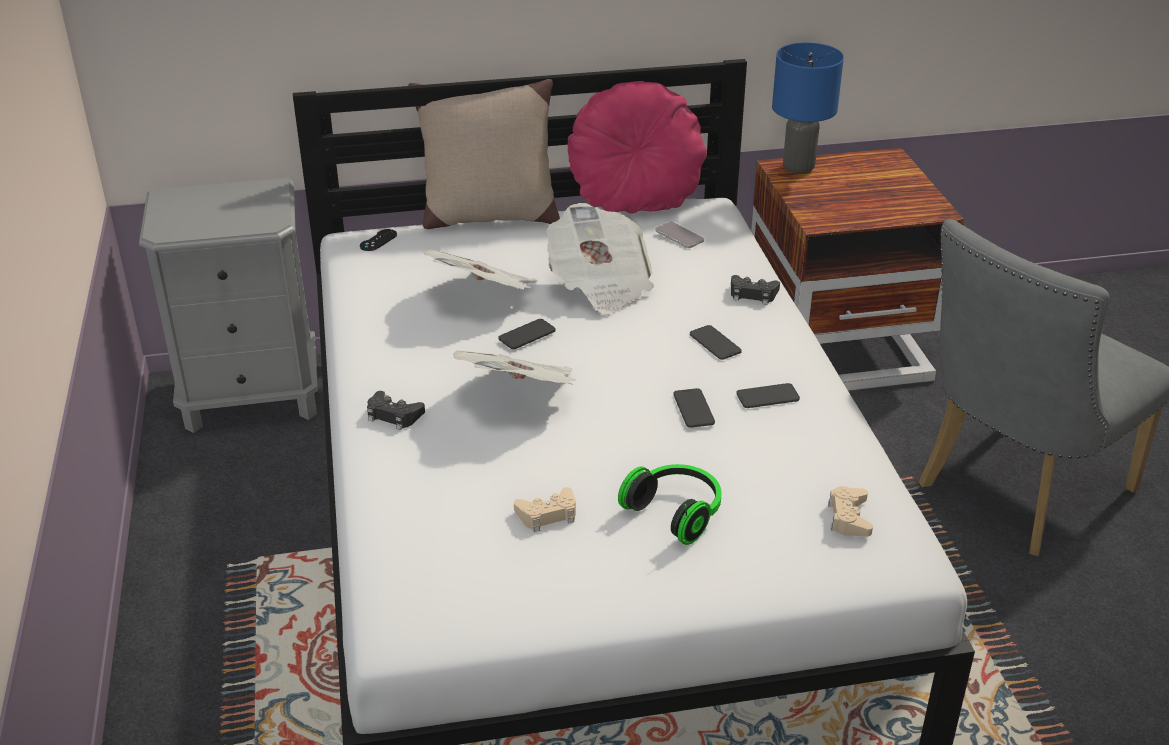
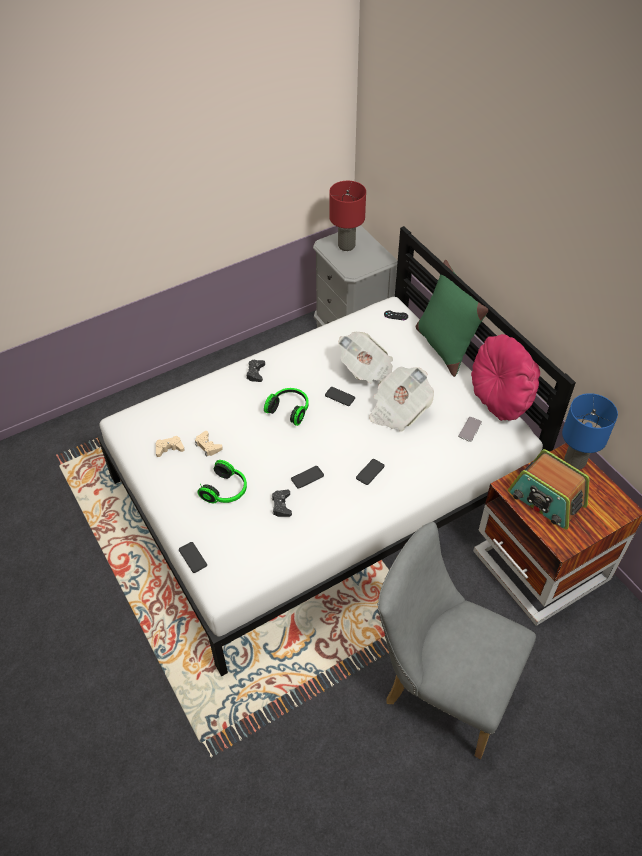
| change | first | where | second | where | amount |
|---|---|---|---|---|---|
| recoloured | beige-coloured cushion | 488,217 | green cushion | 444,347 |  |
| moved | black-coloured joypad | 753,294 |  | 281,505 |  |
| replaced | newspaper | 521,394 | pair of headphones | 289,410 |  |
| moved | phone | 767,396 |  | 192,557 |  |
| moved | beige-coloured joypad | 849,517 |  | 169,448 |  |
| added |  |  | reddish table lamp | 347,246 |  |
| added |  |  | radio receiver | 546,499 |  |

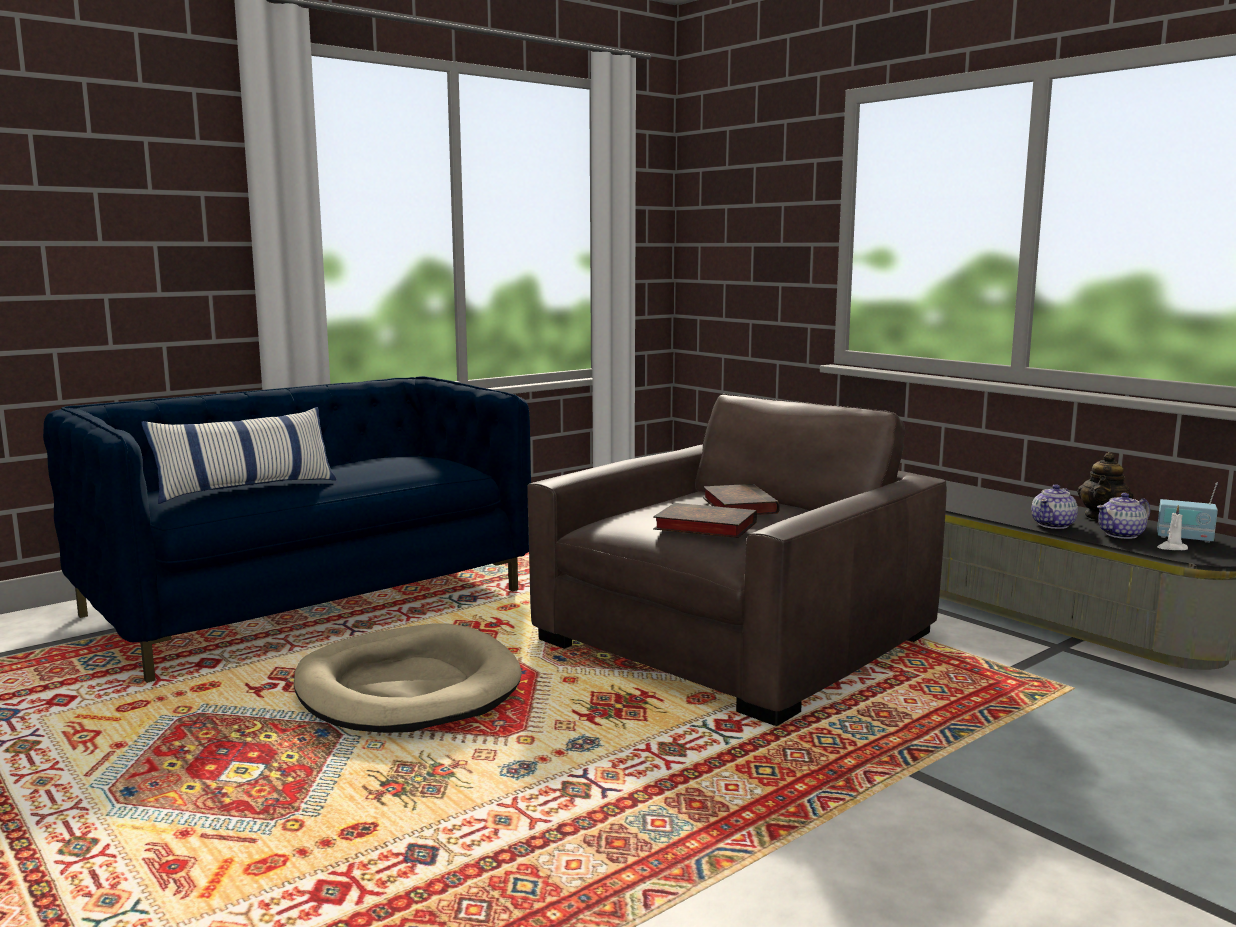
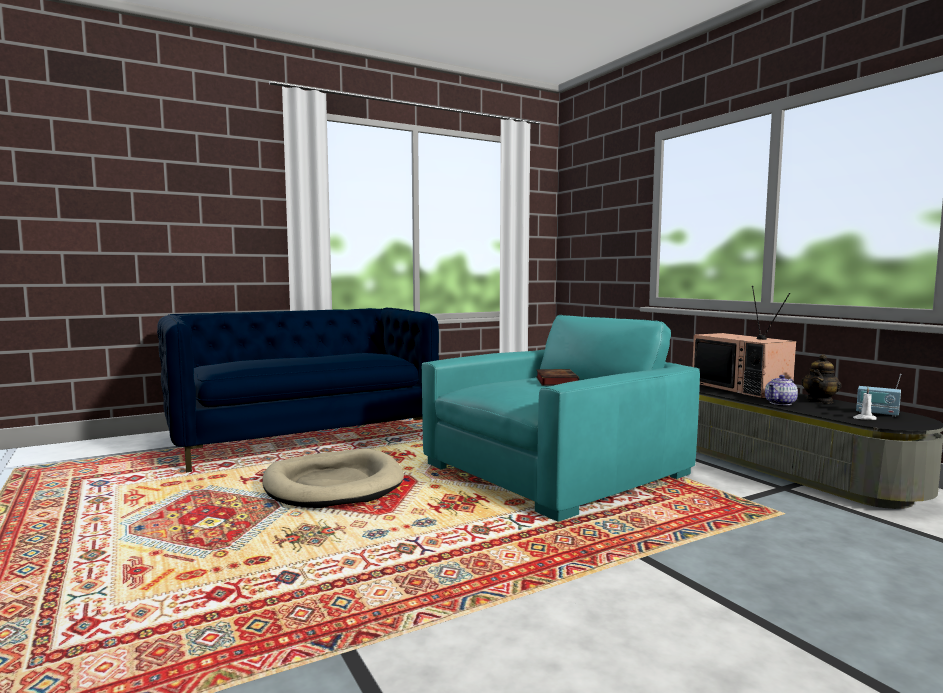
| change | first | where | second | where | amount |
|---|---|---|---|---|---|
| recoloured | brown-coloured lounge chair | 734,637 | turquoise lounge chair | 554,469 |  |
| removed | cushion | 245,488 |  |  |  |
| removed | teapot | 1121,534 |  |  |  |
| removed | volume | 702,527 |  |  |  |
| added |  |  | TV set | 742,389 |  |

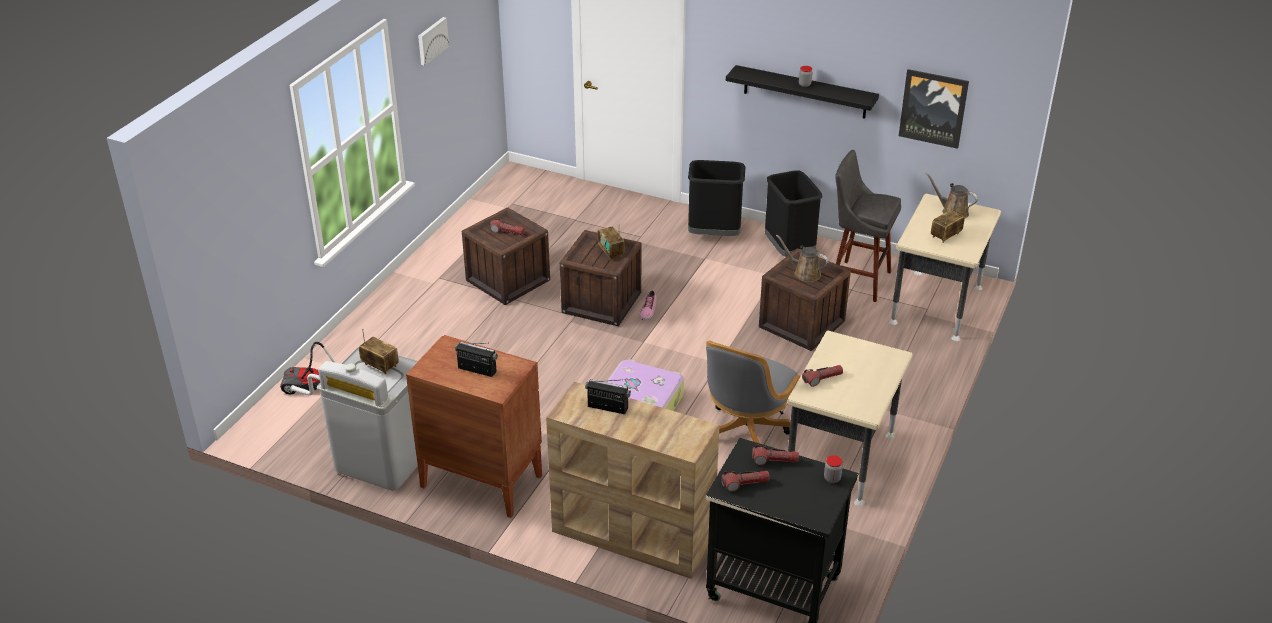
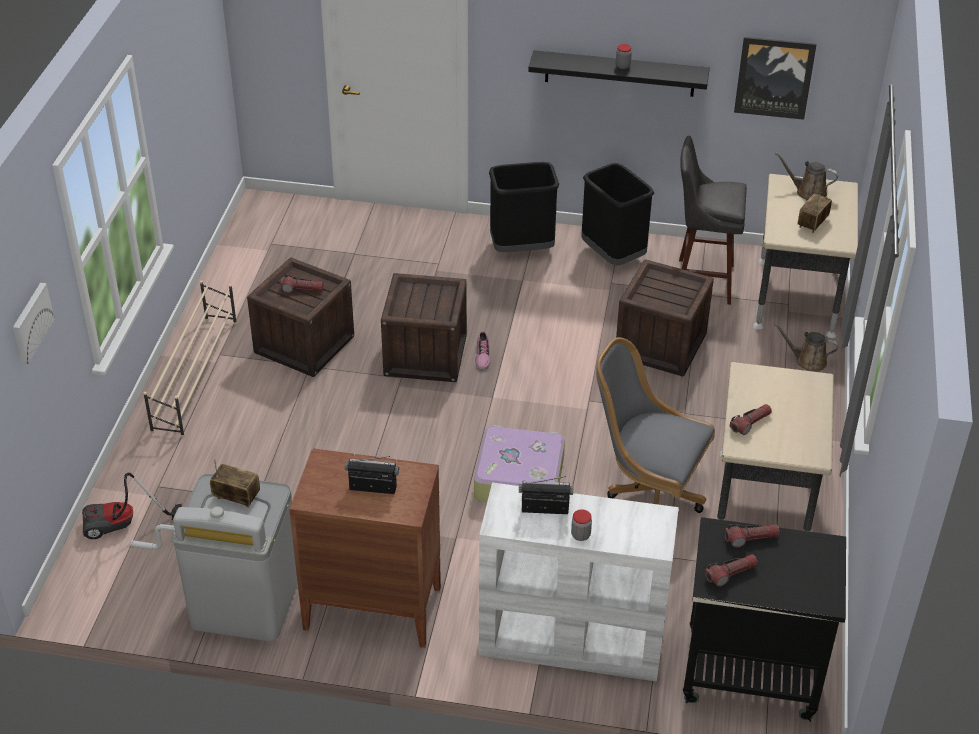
| change | first | where | second | where | amount |
|---|---|---|---|---|---|
| moved | wall art | 431,40 |  | 30,322 |  |
| removed | radio receiver | 611,251 |  |  |  |
| moved | brown-coloured watering can | 804,273 |  | 807,361 |  |
| turned | grey computer chair | 744,433 |  | 648,491 | 105 degrees clockwise |
| recoloured | brown-coloured shelving unit | 632,536 | white shelving unit | 571,642 |  |
| moved | preserve jar | 832,478 |  | 580,535 |  |
| added |  |  | beige-coloured shoe stand | 196,375 |  |

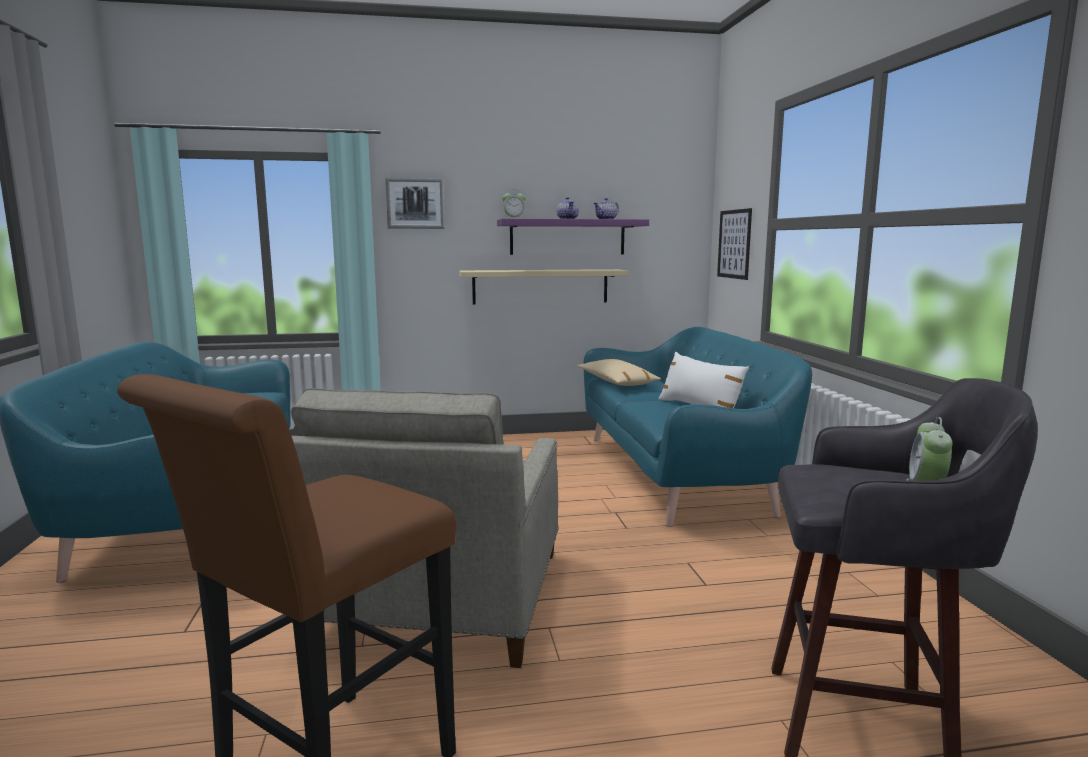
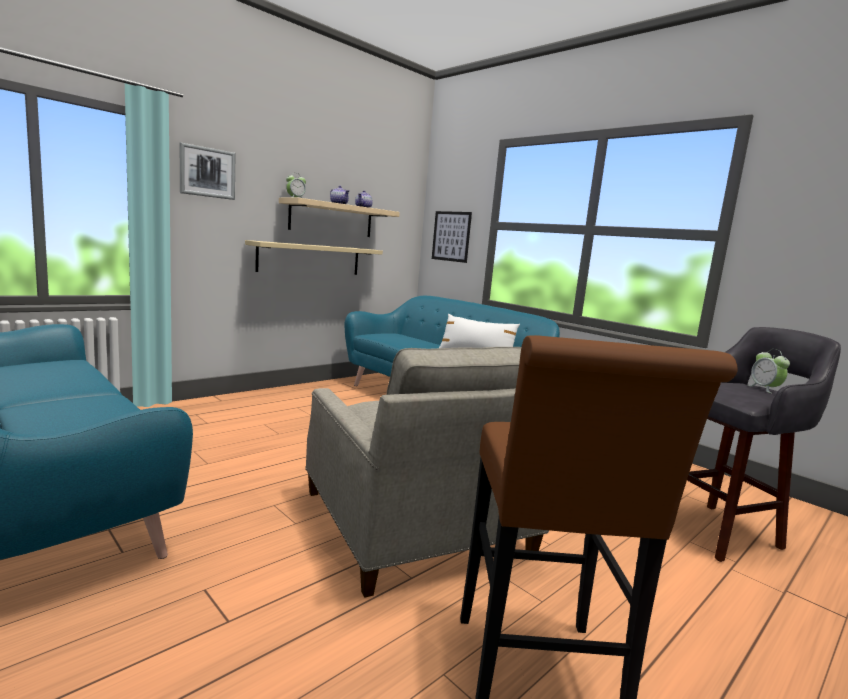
| change | first | where | second | where | amount |
|---|---|---|---|---|---|
| recoloured | purple bracket shelf | 567,237 | beige-coloured bracket shelf | 331,219 |  |
| removed | beige-coloured cushion | 616,382 |  |  |  |

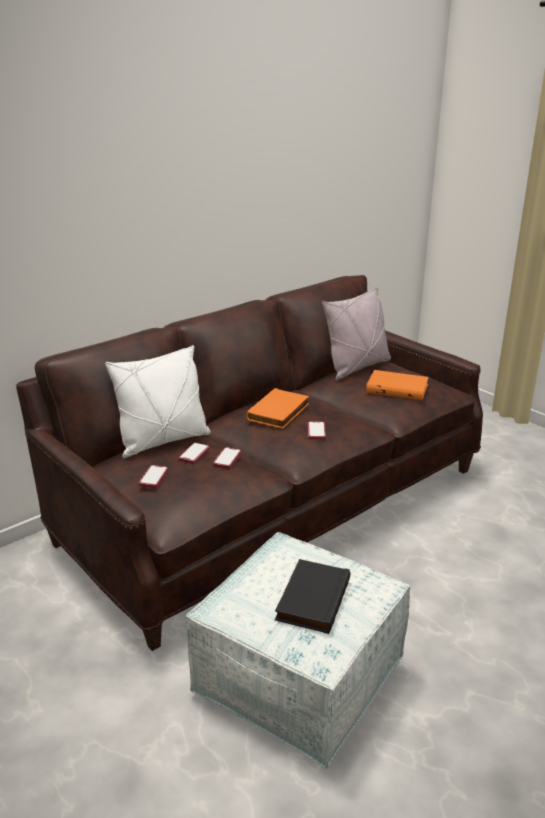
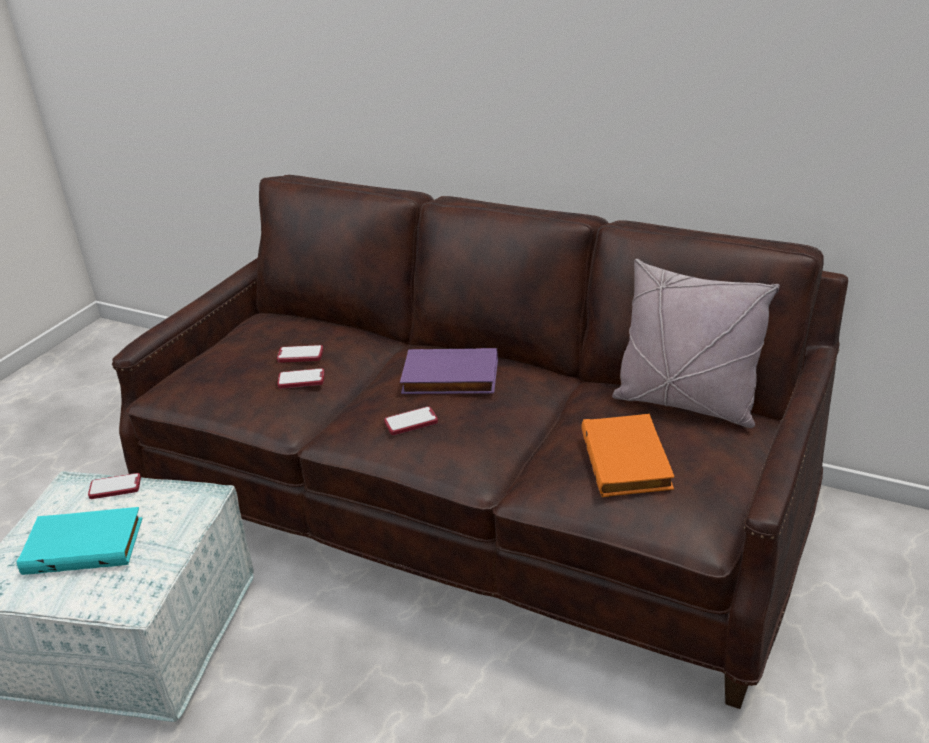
| change | first | where | second | where | amount |
|---|---|---|---|---|---|
| removed | white cushion | 163,441 |  |  |  |
| recoloured | orangey volume | 279,412 | purple volume | 449,378 |  |
| moved | phone | 153,477 |  | 115,487 |  |
| recoloured | black-coloured volume | 311,598 | turquoise volume | 85,544 |  |

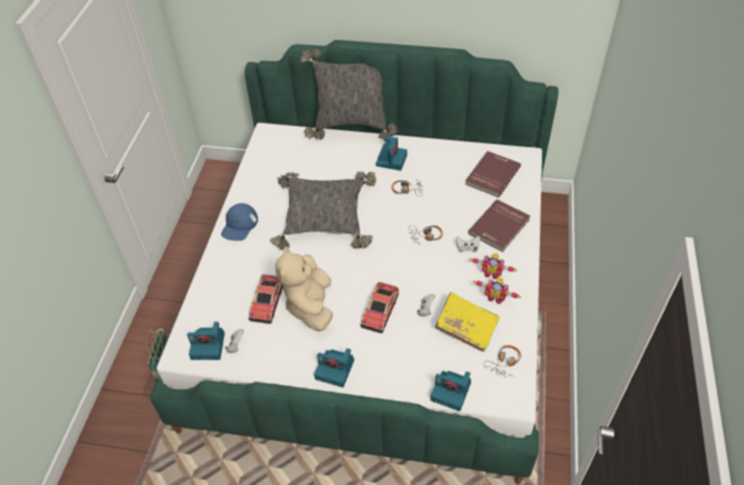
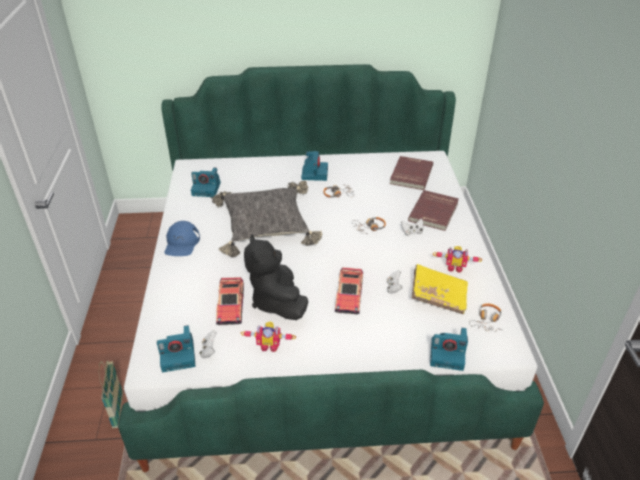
| change | first | where | second | where | amount |
|---|---|---|---|---|---|
| removed | cushion | 352,130 |  |  |  |
| recoloured | beige-coloured soft toy | 310,305 | black-coloured soft toy | 277,301 |  |
| moved | model robot | 492,273 |  | 269,345 |  |
| moved | still camera | 336,369 |  | 207,189 |  |

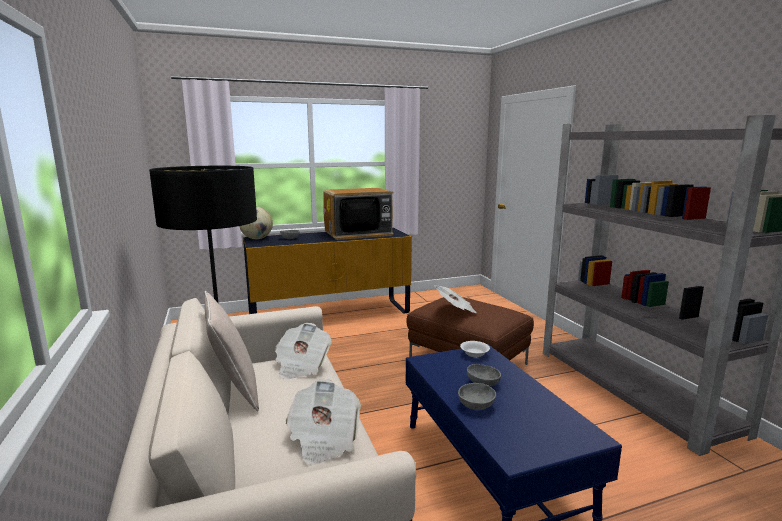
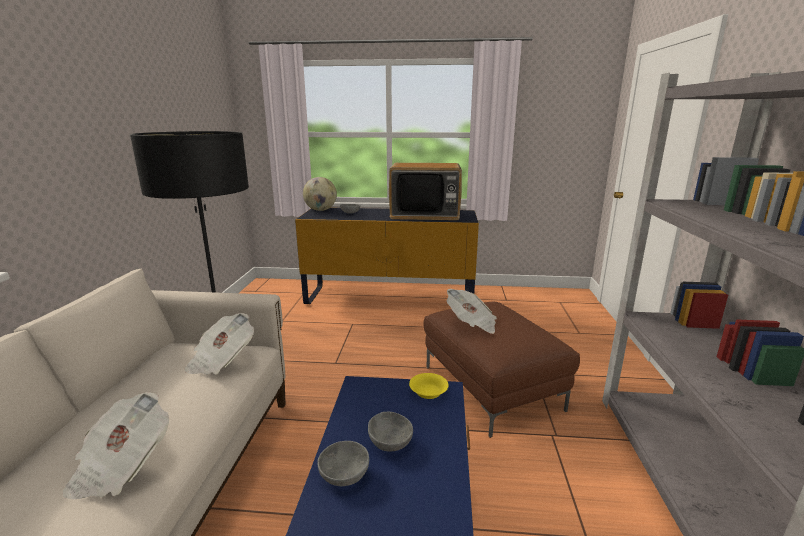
| change | first | where | second | where | amount |
|---|---|---|---|---|---|
| removed | beige-coloured cushion | 234,392 |  |  |  |
| recoloured | white bowl | 474,354 | yellow-coloured bowl | 428,393 |  |

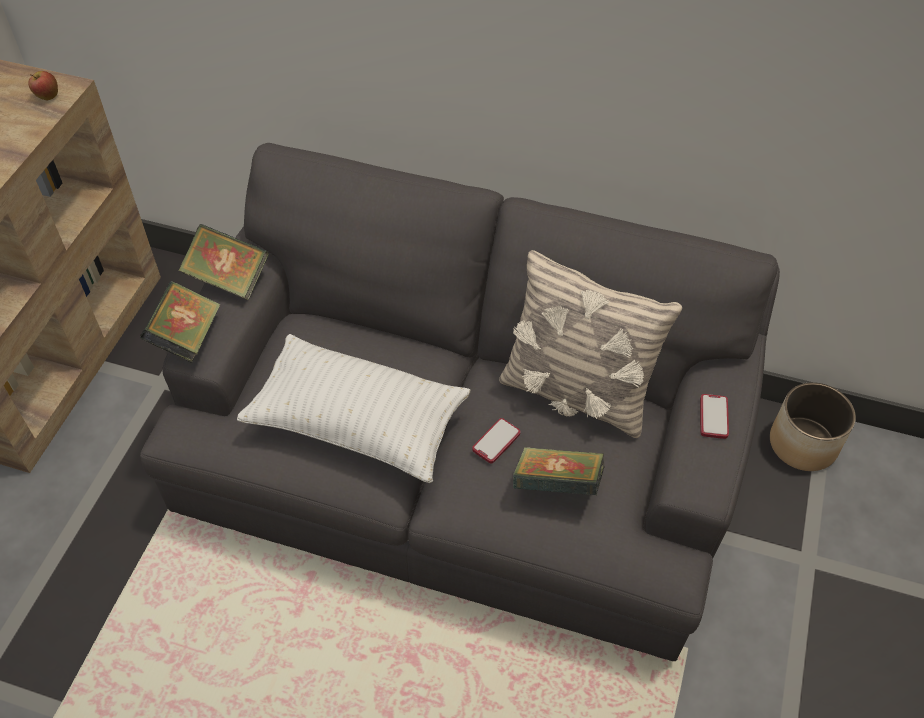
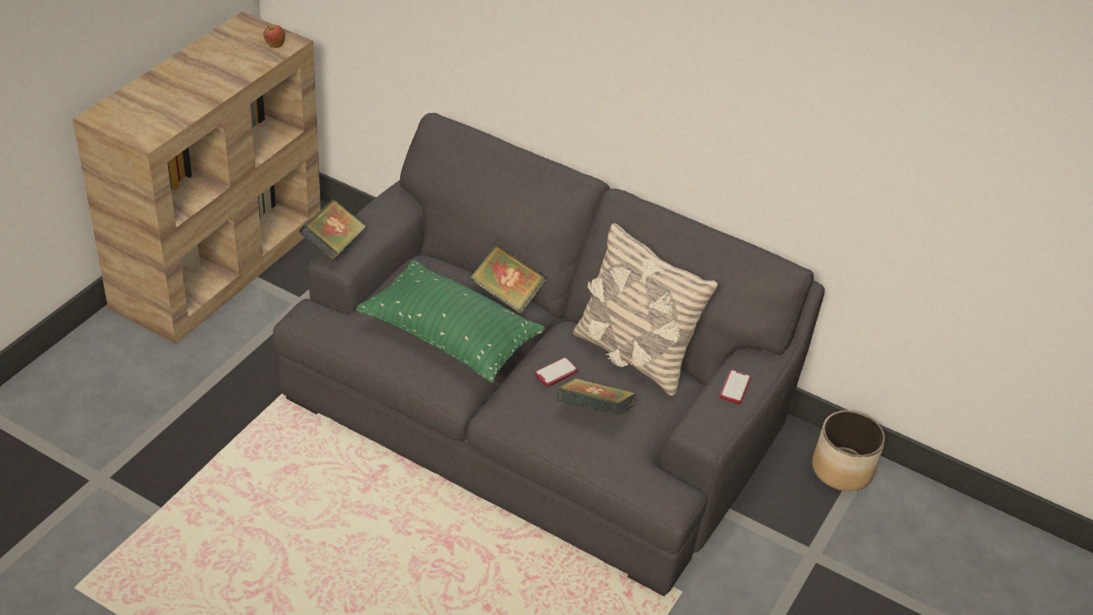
| change | first | where | second | where | amount |
|---|---|---|---|---|---|
| moved | volume | 228,279 |  | 507,294 |  |
| recoloured | white cushion | 357,422 | green cushion | 450,337 |  |

